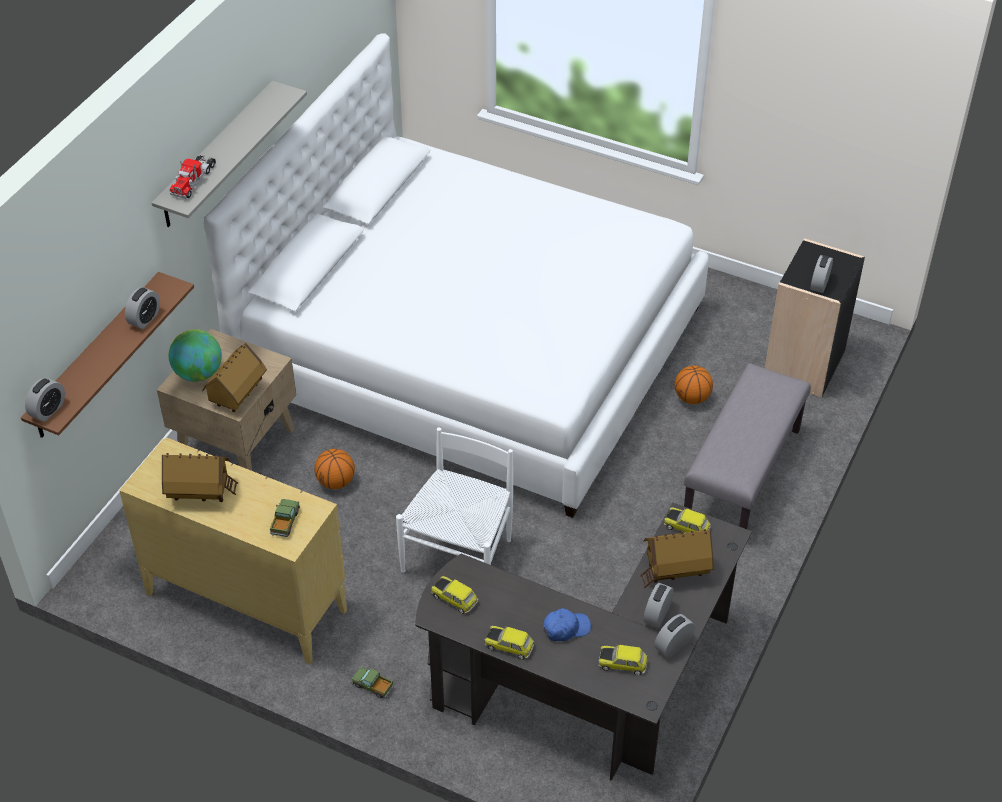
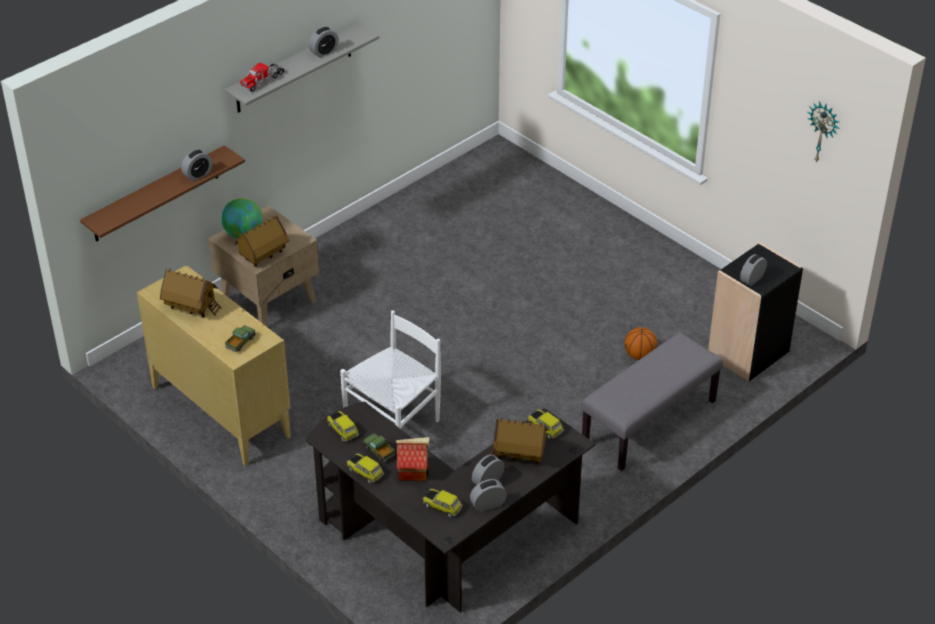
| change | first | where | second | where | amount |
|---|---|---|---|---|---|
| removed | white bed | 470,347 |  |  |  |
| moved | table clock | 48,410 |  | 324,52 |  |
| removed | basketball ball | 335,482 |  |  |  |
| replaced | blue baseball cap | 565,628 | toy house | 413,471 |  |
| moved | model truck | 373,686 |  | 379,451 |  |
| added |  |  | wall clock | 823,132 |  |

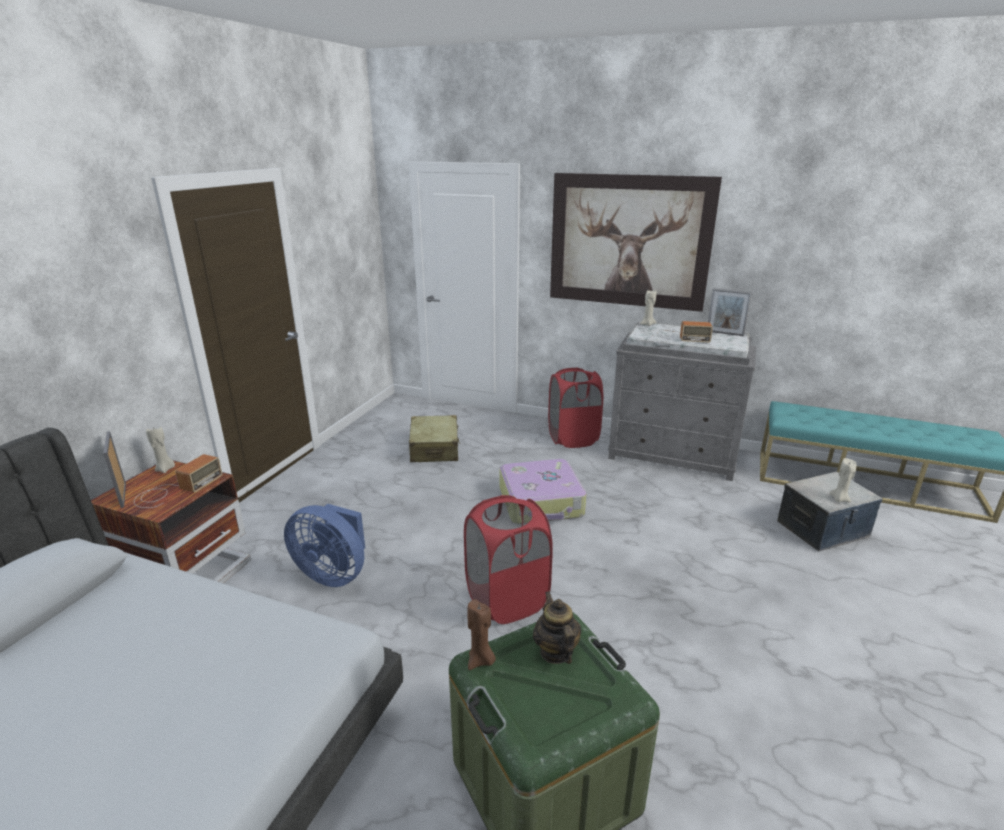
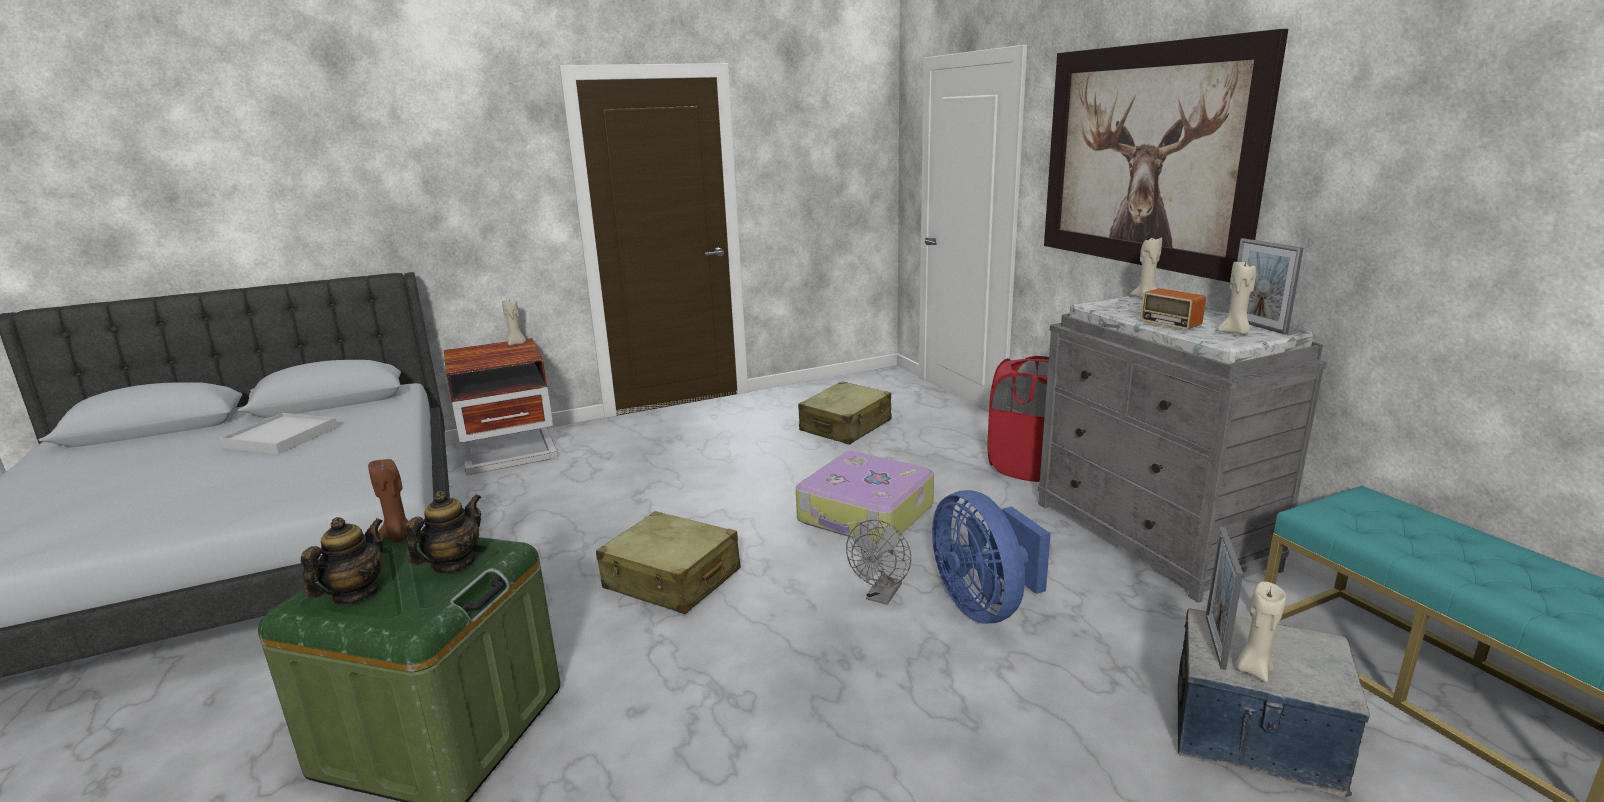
| change | first | where | second | where | amount |
|---|---|---|---|---|---|
| moved | photo frame | 123,495 |  | 1215,641 |  |
| removed | radio receiver | 175,490 |  |  |  |
| replaced | reddish laundry basket | 507,600 | beige-coloured piece of luggage | 672,580 |  |
| moved | blue cooling fan | 333,573 |  | 984,605 |  |
| added |  |  | beige-coloured wax candle | 1235,332 |  |
| added |  |  | white tray | 282,437 |  |
| added |  |  | teapot | 355,594 |  |
| added |  |  | grey cooling fan | 882,596 |  |

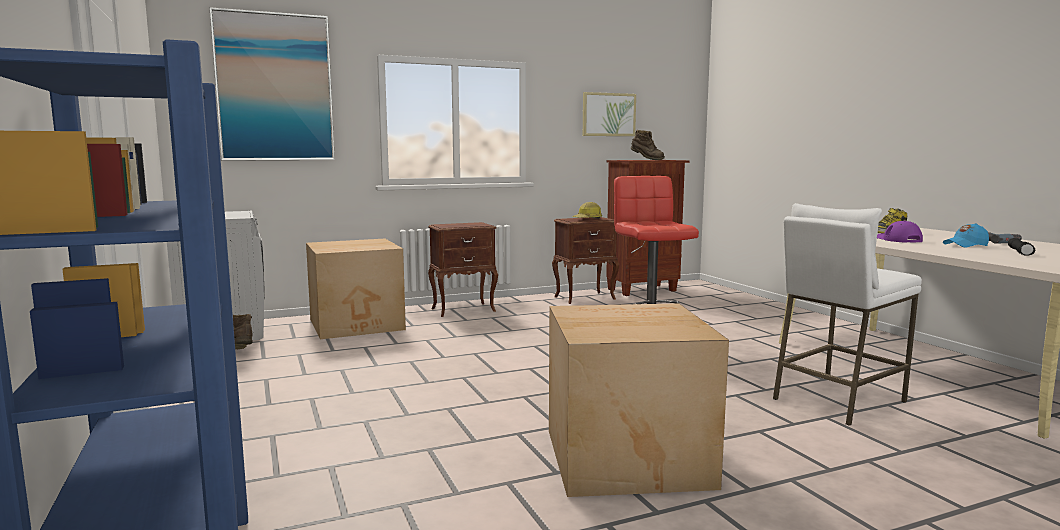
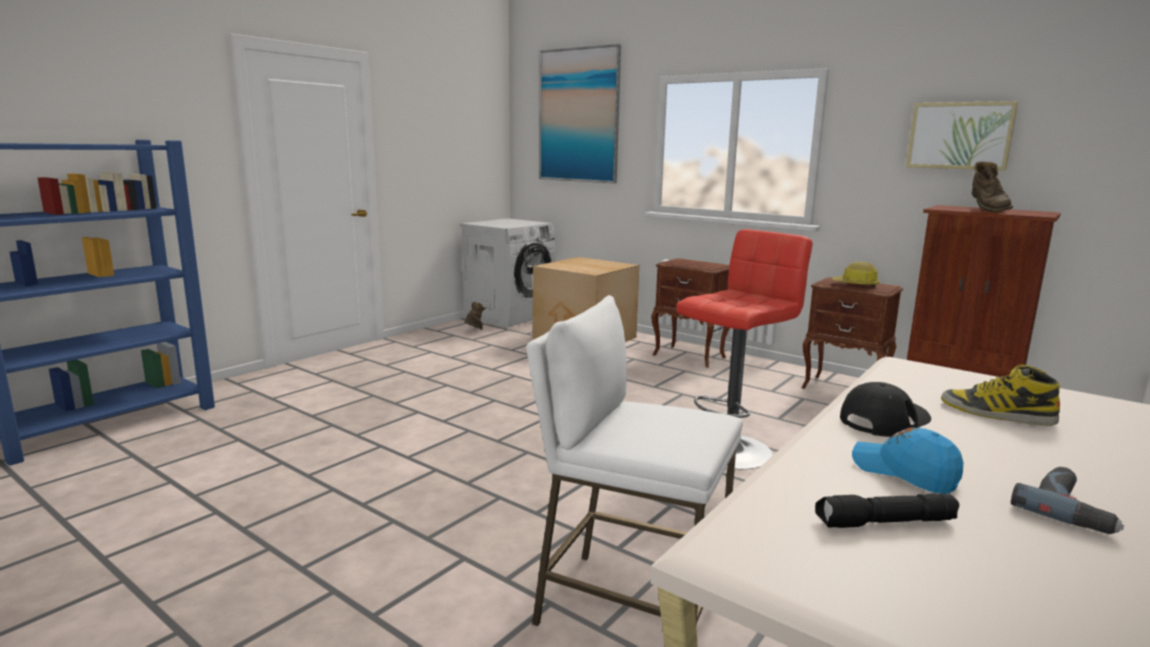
| change | first | where | second | where | amount |
|---|---|---|---|---|---|
| recoloured | purple baseball cap | 898,239 | black-coloured baseball cap | 884,419 |  |
| removed | carton | 624,457 |  |  |  |

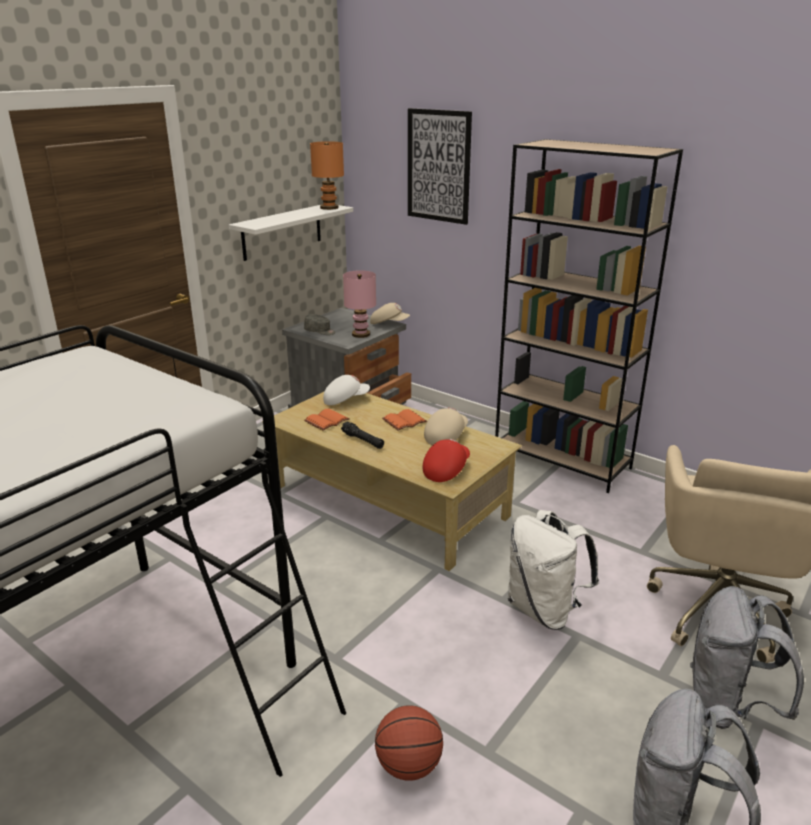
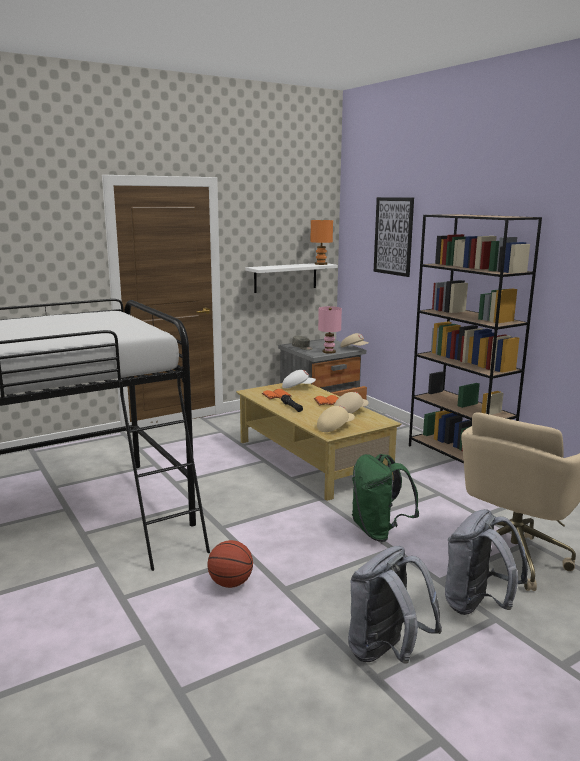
| change | first | where | second | where | amount |
|---|---|---|---|---|---|
| recoloured | reddish baseball cap | 446,469 | beige-coloured baseball cap | 335,427 |  |
| recoloured | white rucksack | 544,610 | green rucksack | 379,531 |  |

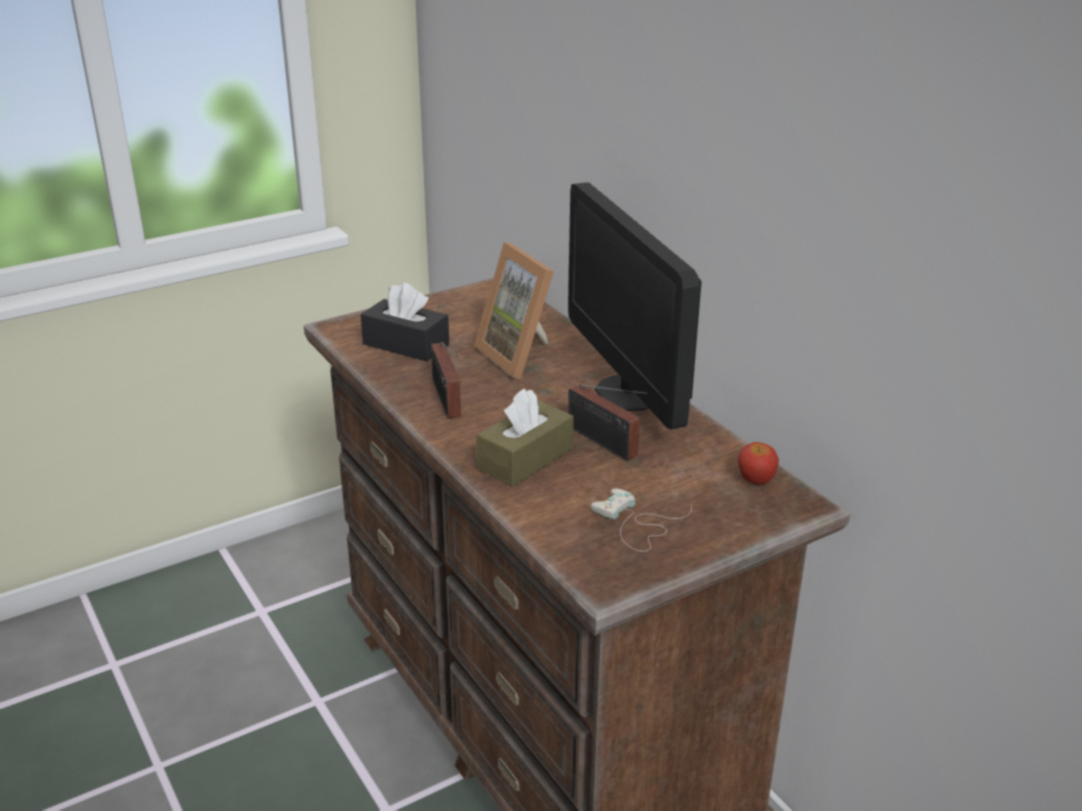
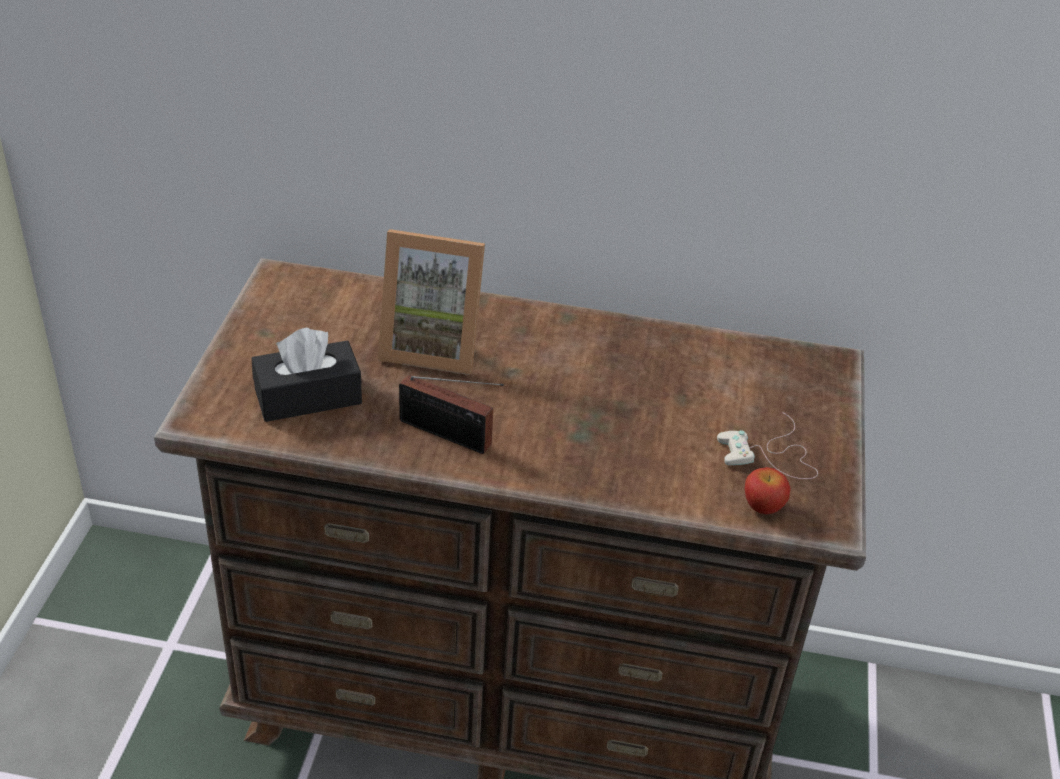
| change | first | where | second | where | amount |
|---|---|---|---|---|---|
| removed | computer display | 628,393 |  |  |  |
| removed | radio receiver | 605,443 |  |  |  |
| removed | brown-coloured box of tissues | 525,458 |  |  |  |
| moved | whole apple | 755,479 |  | 763,506 |  |

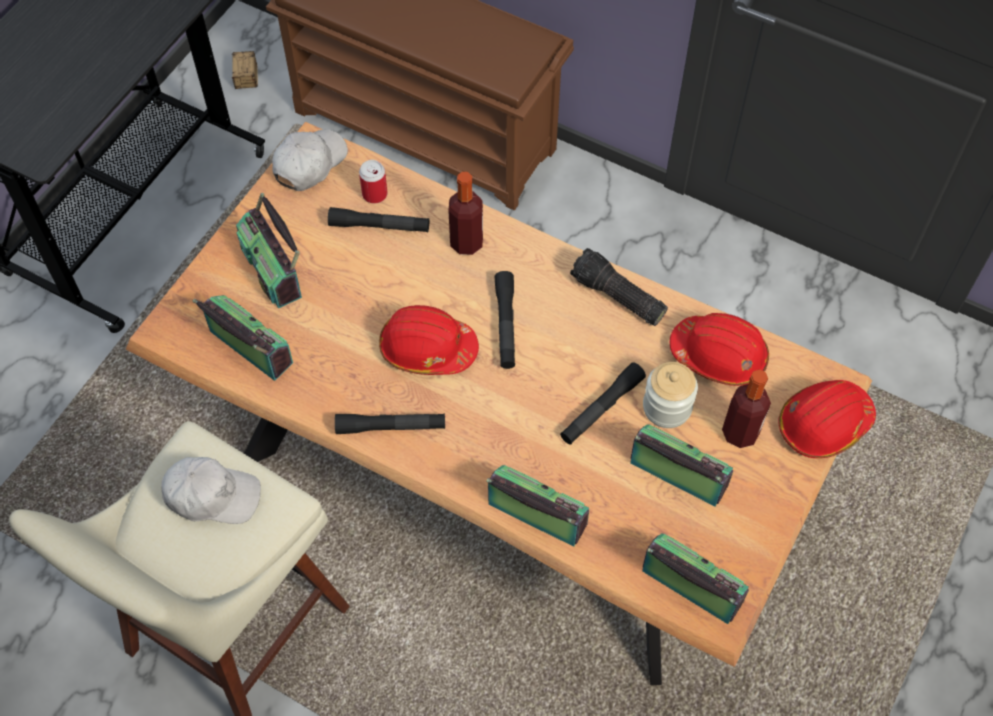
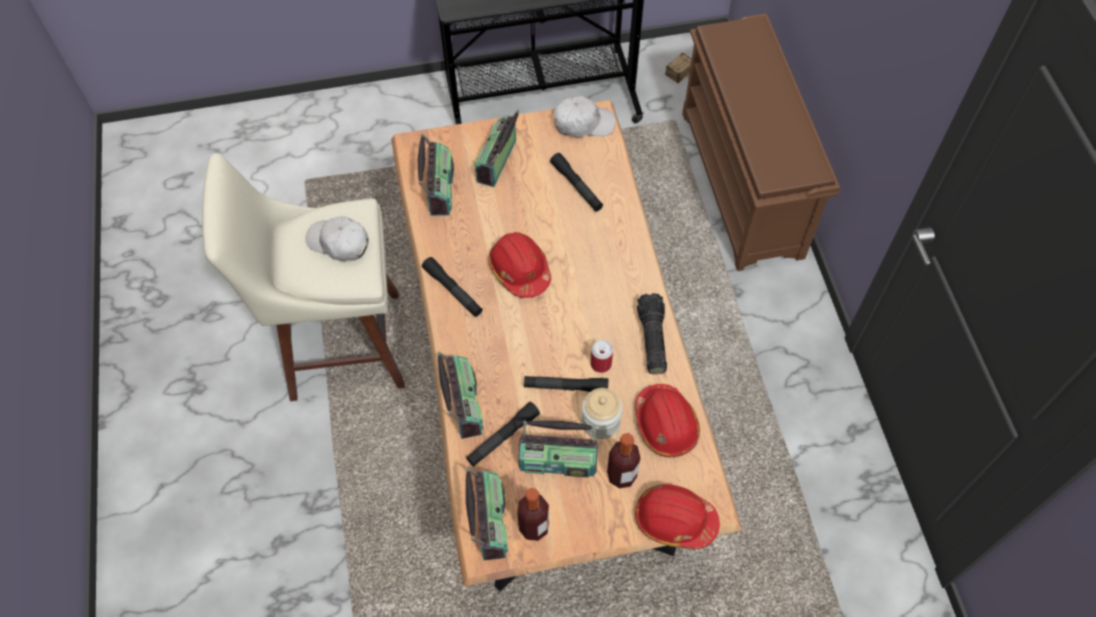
| change | first | where | second | where | amount |
|---|---|---|---|---|---|
| moved | metal can | 374,194 |  | 601,363 |  |
| moved | drink bottle | 466,243 |  | 534,527 |  |
| moved | black-coloured torch | 505,324 |  | 503,437 |  |
| turned | radio receiver | 677,476 |  | 558,461 | 105 degrees clockwise |
| turned | white baseball cap | 212,495 |  | 339,243 | 150 degrees clockwise |

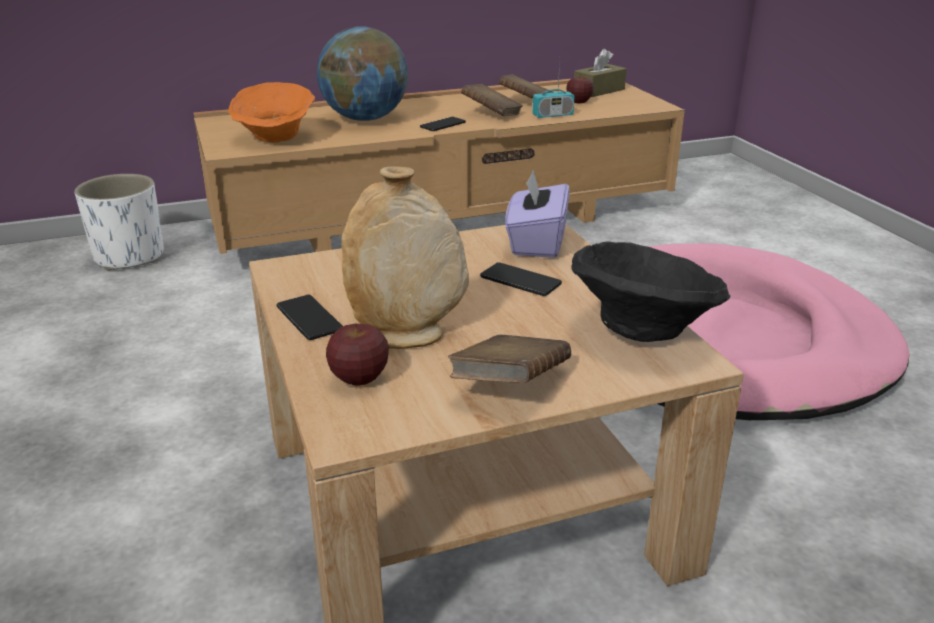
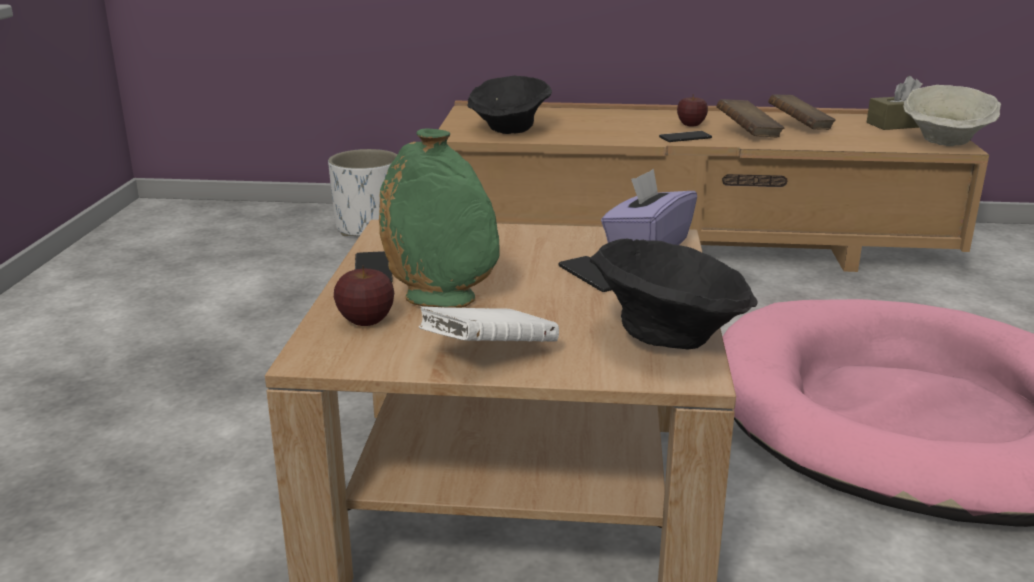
| change | first | where | second | where | amount |
|---|---|---|---|---|---|
| removed | desk globe | 365,119 |  |  |  |
| removed | radio receiver | 553,115 |  |  |  |
| moved | whole apple | 579,102 |  | 691,125 |  |
| recoloured | orangey bowl | 276,138 | black-coloured bowl | 509,131 |  |
| recoloured | beige-coloured flower vase | 408,337 | green flower vase | 440,299 |  |
| recoloured | brown-coloured volume | 510,385 | white volume | 489,354 |  |
| added |  |  | beige-coloured bowl | 946,142 |  |

